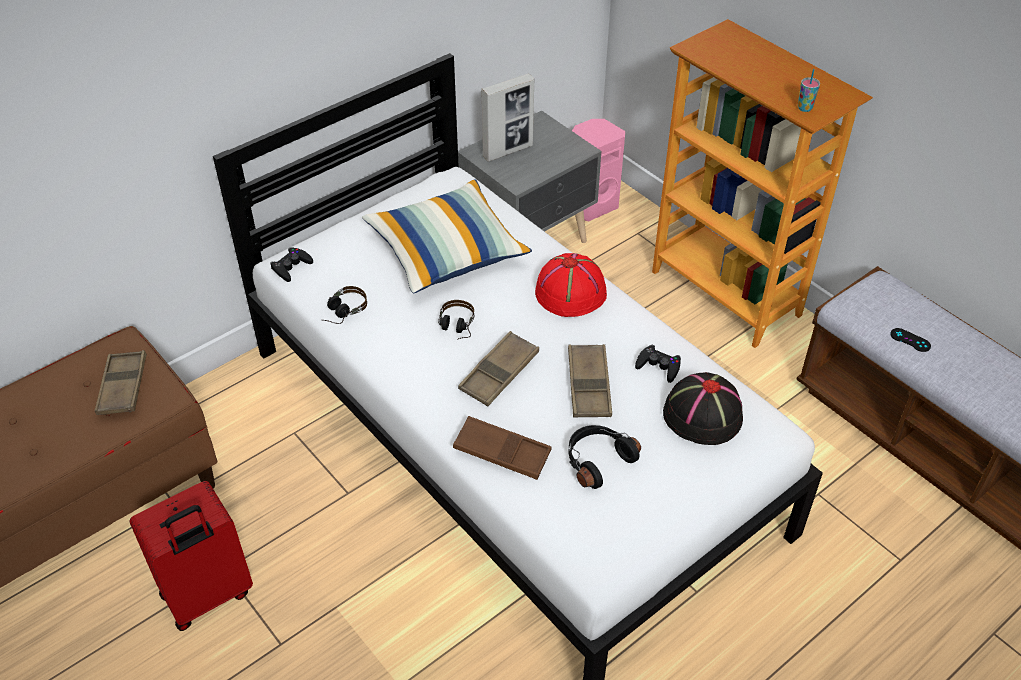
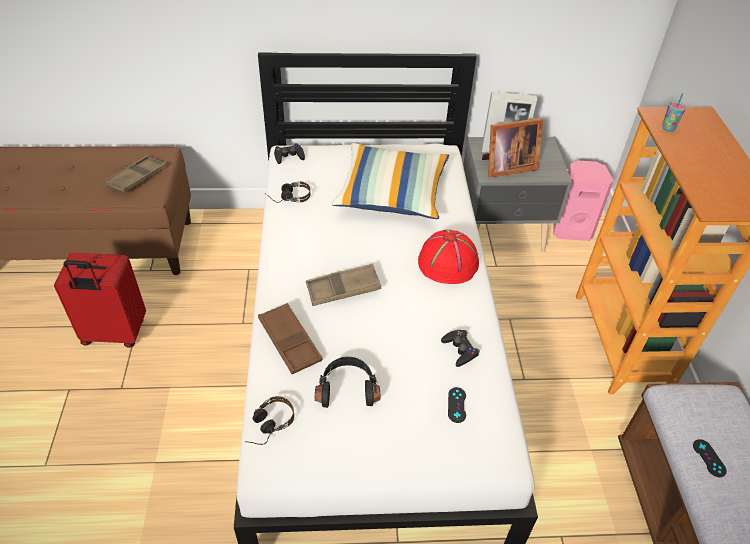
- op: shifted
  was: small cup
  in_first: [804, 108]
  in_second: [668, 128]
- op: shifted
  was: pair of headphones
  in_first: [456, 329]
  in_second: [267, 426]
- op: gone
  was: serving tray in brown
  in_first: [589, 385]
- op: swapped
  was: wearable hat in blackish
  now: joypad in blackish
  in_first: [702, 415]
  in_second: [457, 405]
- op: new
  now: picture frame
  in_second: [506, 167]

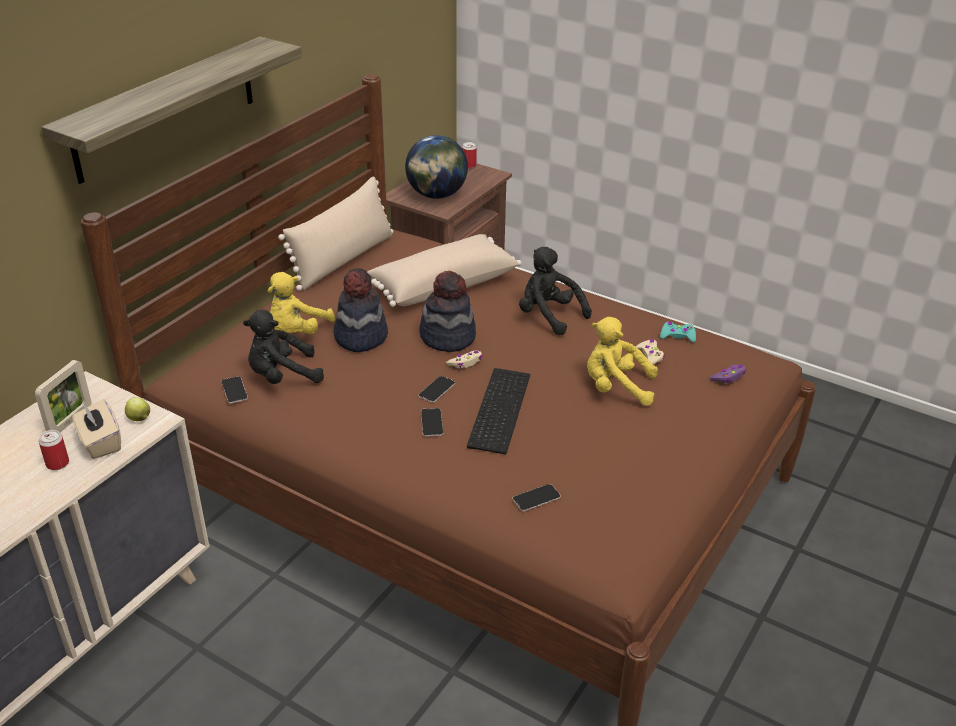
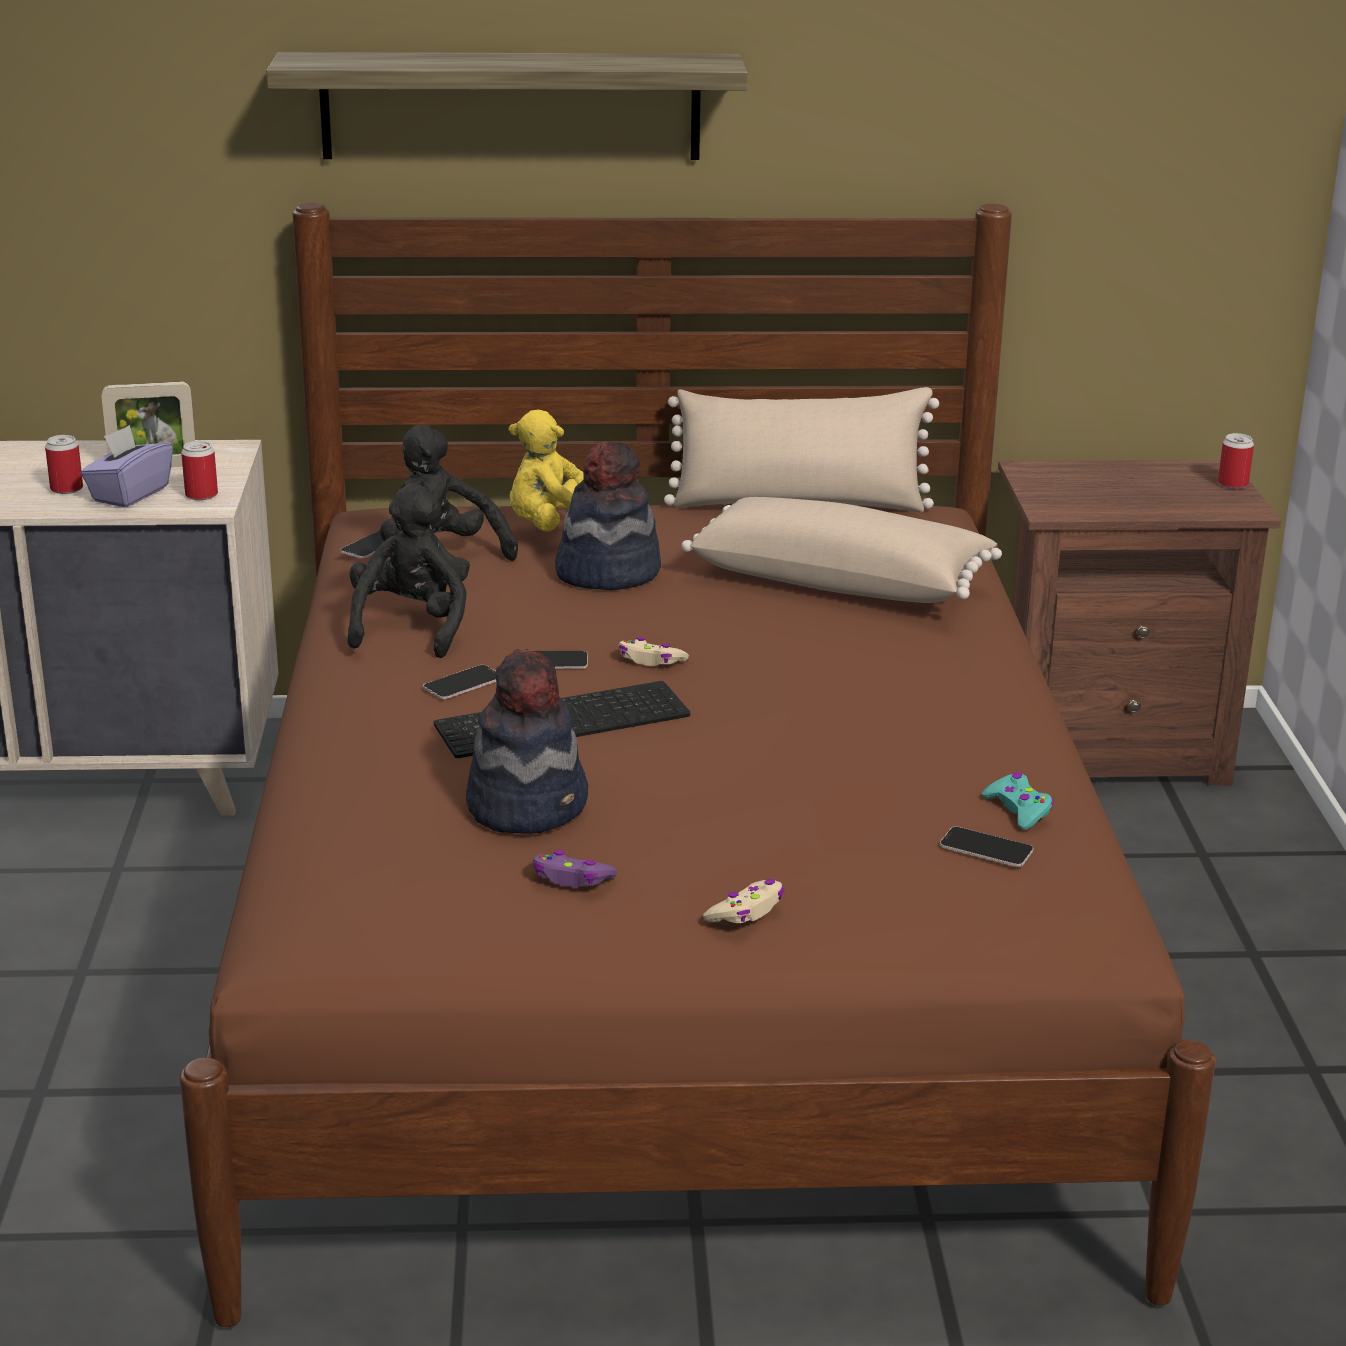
- op: gone
  was: globe
  in_first: [436, 195]
- op: shifted
  was: plush toy in blackish
  in_first: [549, 316]
  in_second: [410, 628]
- op: shifted
  was: wearable hat
  in_first: [447, 337]
  in_second: [528, 805]
- op: gone
  was: plush toy in yellow
  in_first: [616, 388]
- op: shifted
  was: joypad in beige-coloured
  in_first: [650, 356]
  in_second: [746, 911]
- op: shifted
  was: joypad in purple
  in_first: [728, 377]
  in_second: [572, 878]
- op: swapped
  was: apple fruit
  now: can
  in_first: [138, 418]
  in_second: [201, 495]
- op: repainted
  was: tissue holder in beige-coloured
  now: tissue holder in purple
  in_first: [100, 443]
  in_second: [130, 494]
- op: shifted
  was: phone
  in_first: [536, 498]
  in_second: [986, 848]

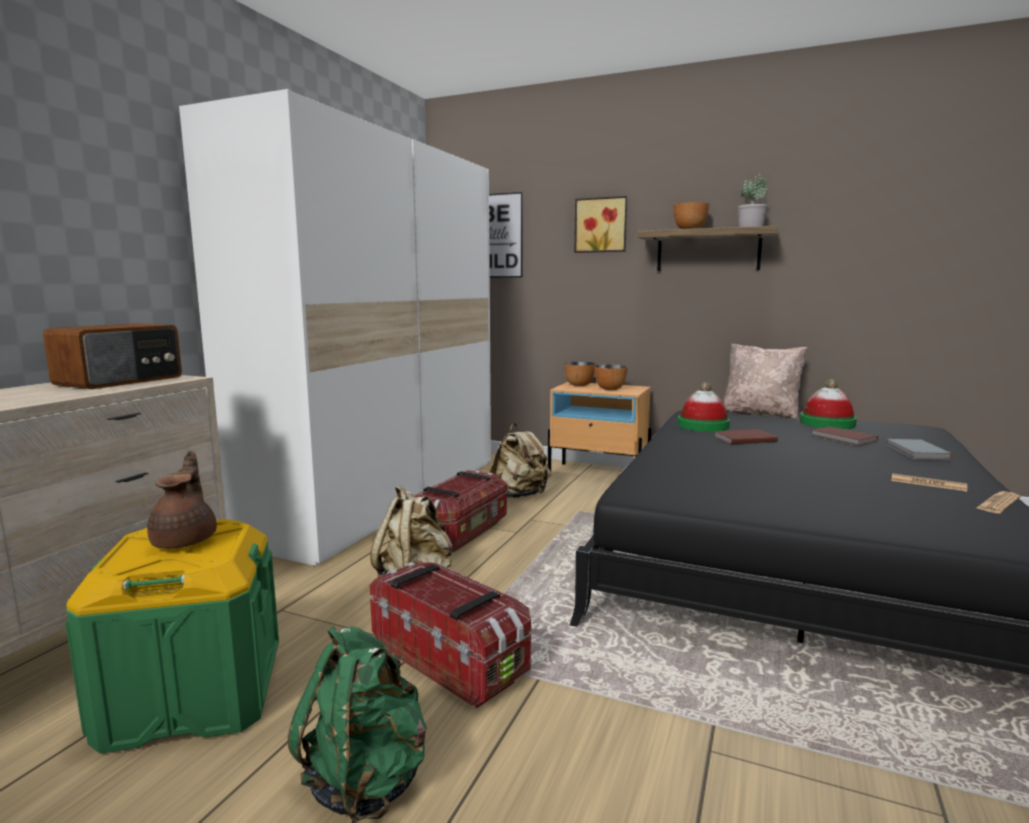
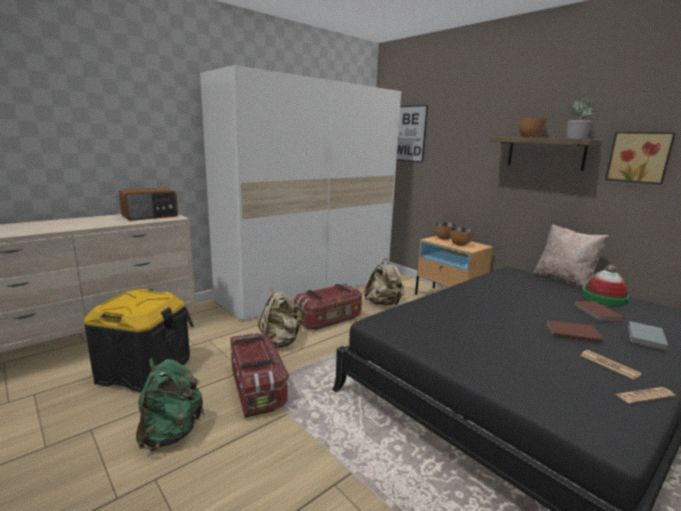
- op: shifted
  was: picture
  in_first: [601, 225]
  in_second: [639, 157]
- op: gone
  was: wearable hat
  in_first: [703, 426]
- op: shifted
  was: book in brown
  in_first: [743, 439]
  in_second: [571, 332]
- op: gone
  was: teapot in brown
  in_first: [186, 540]
- op: repainted
  was: storage box in greenish
  now: storage box in blackish
  in_first: [194, 694]
  in_second: [144, 370]

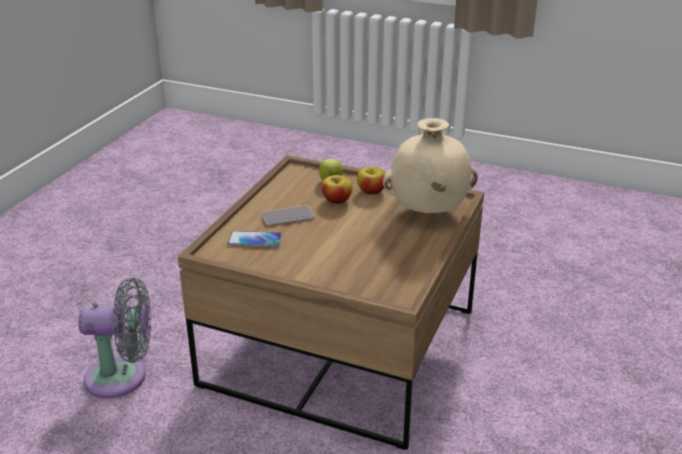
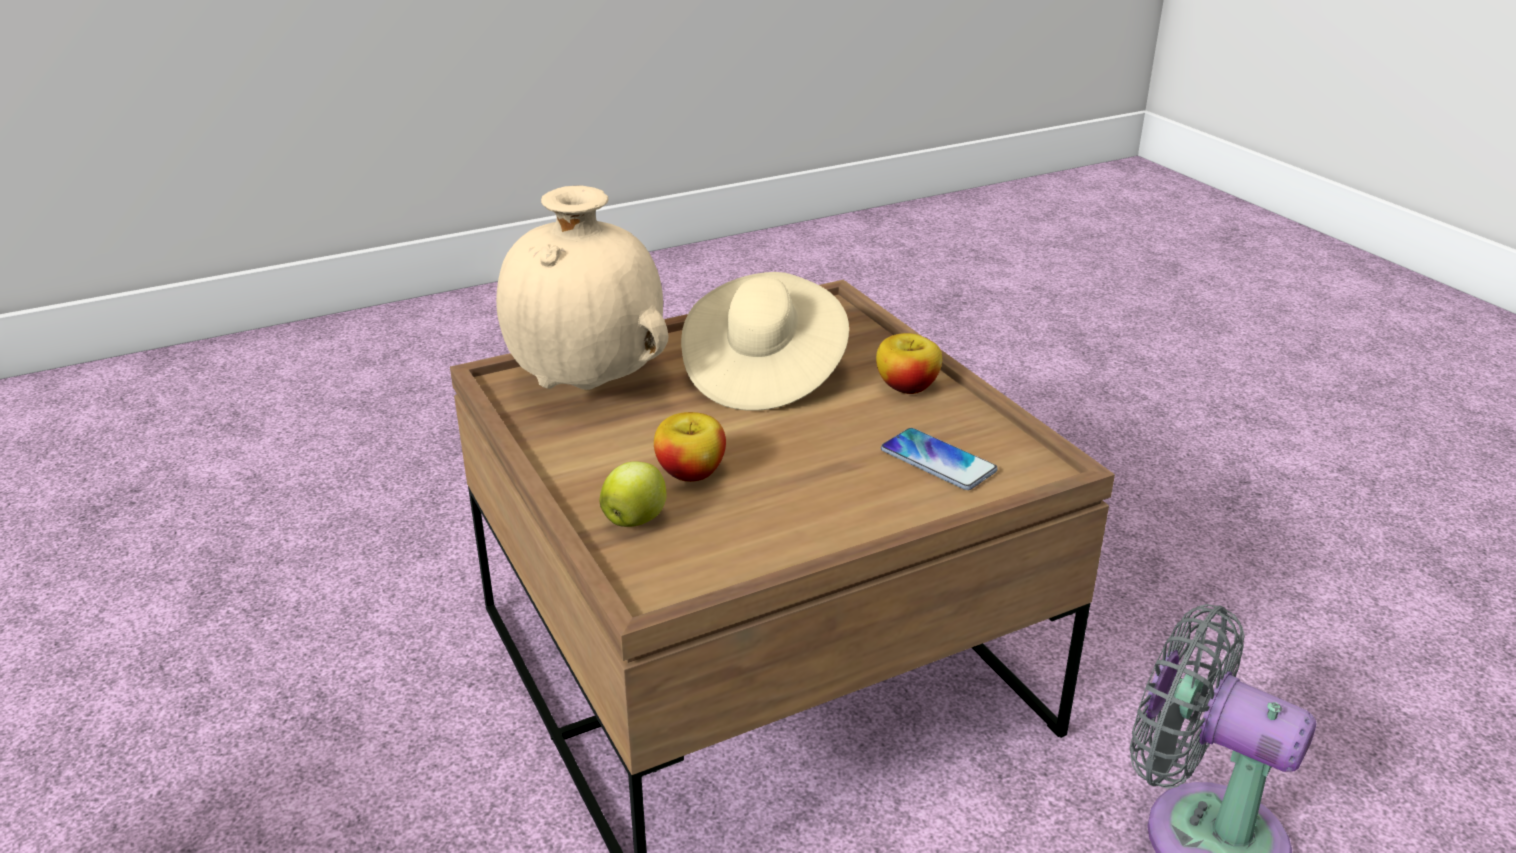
- op: shifted
  was: apple fruit
  in_first: [371, 191]
  in_second: [907, 387]
- op: gone
  was: phone
  in_first: [287, 216]
- op: new
  now: wearable hat in beige-coloured
  in_second: [763, 374]

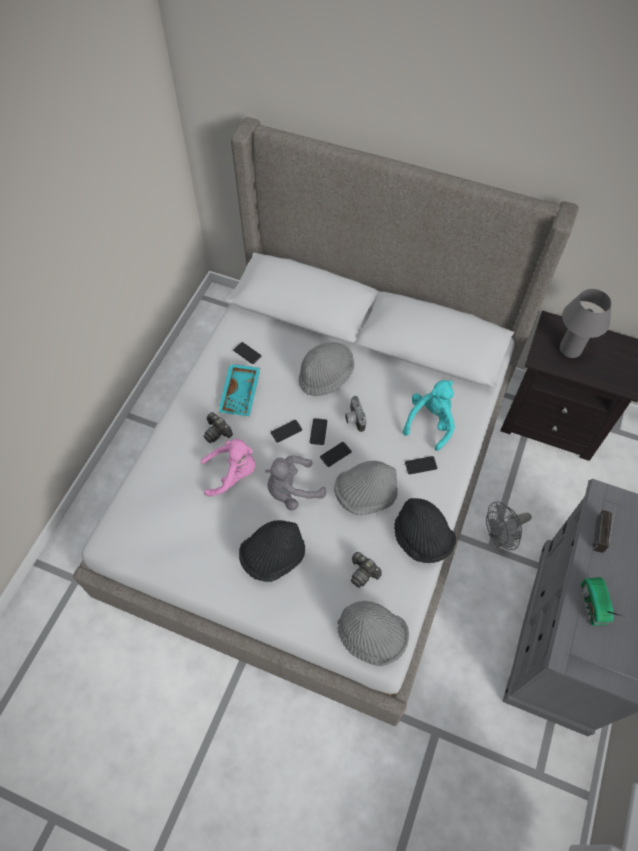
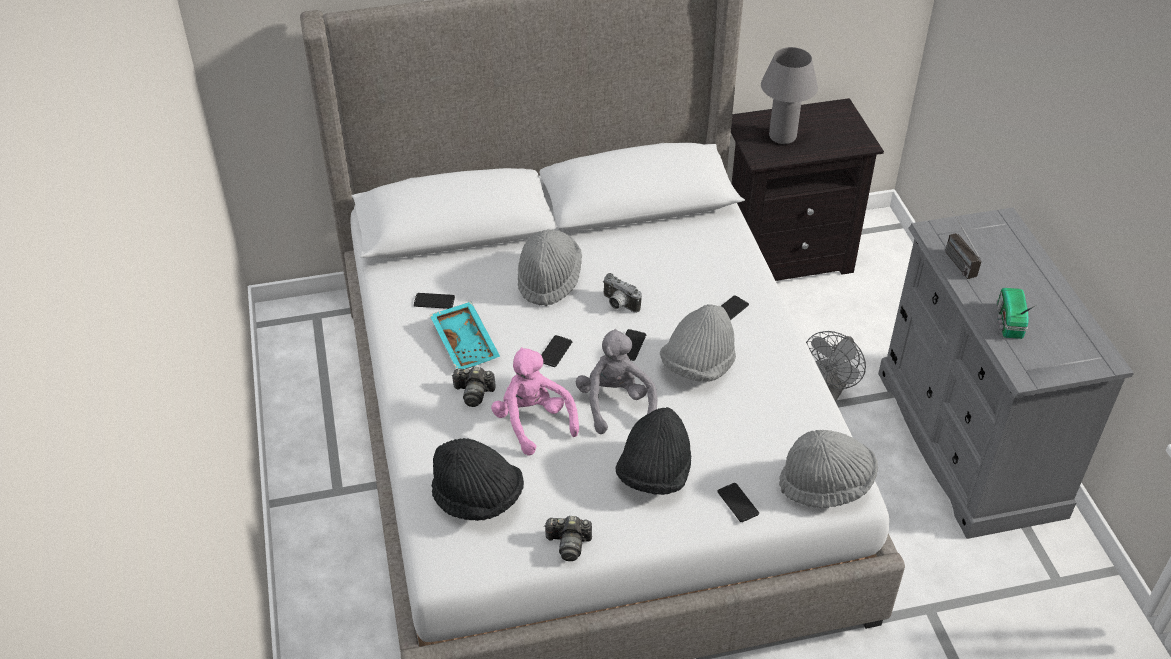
- op: gone
  was: plush toy in turquoise-coloured
  in_first: [430, 422]
- op: shifted
  was: phone
  in_first: [318, 432]
  in_second: [738, 503]
- op: rotated
  was: plush toy in pink
  in_first: [232, 474]
  in_second: [533, 422]
  clockwise: -75
- op: rotated
  was: plush toy in gray
  in_first: [292, 490]
  in_second: [615, 403]
  clockwise: 135
- op: shifted
  was: wearable hat in blackish
  in_first: [422, 538]
  in_second: [478, 498]
- op: shifted
  was: still camera
  in_first: [363, 573]
  in_second: [569, 544]
- op: rotated
  was: radio
  in_first: [592, 605]
  in_second: [1008, 322]
  clockwise: 45

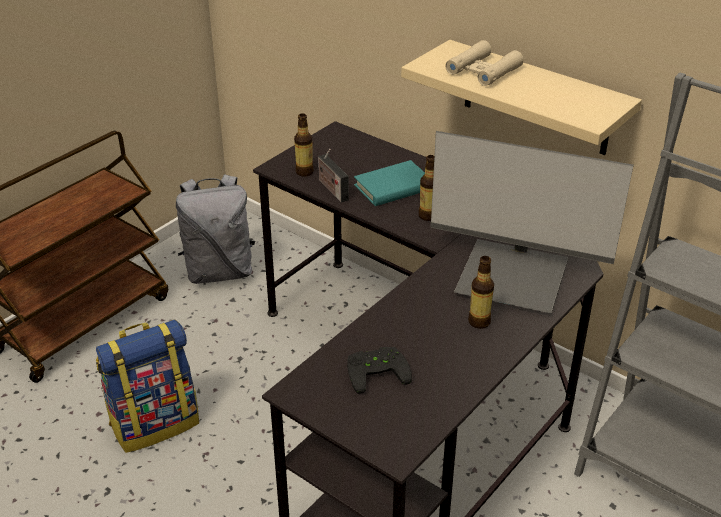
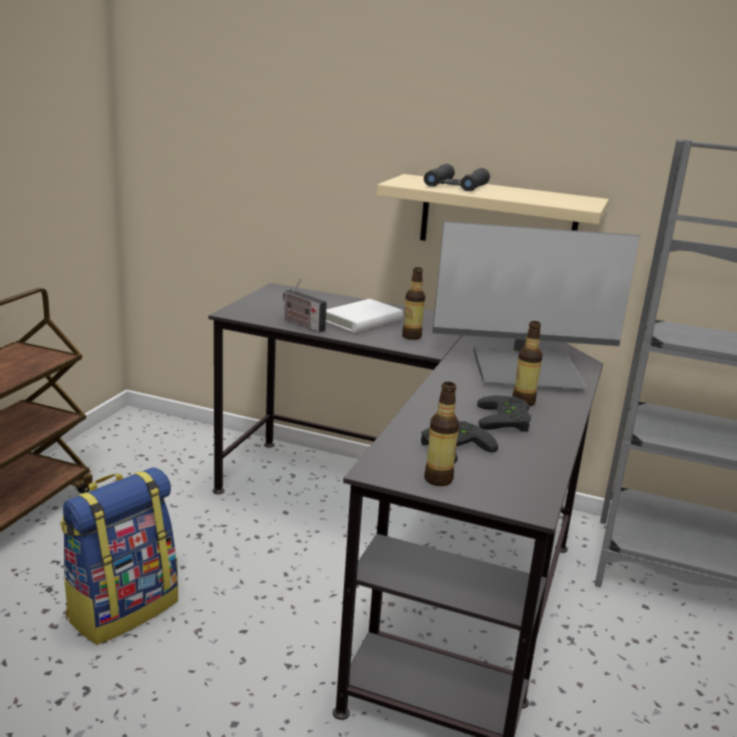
- op: repainted
  was: binoculars in beige-coloured
  now: binoculars in blackish
  in_first: [483, 71]
  in_second: [455, 186]
- op: shifted
  was: beverage bottle
  in_first: [304, 172]
  in_second: [438, 479]
- op: repainted
  was: book in turquoise-coloured
  now: book in white-coloured
  in_first: [393, 187]
  in_second: [363, 320]
- op: gone
  was: knapsack in gray
  in_first: [219, 271]
- op: new
  now: joypad in blackish
  in_second: [507, 420]

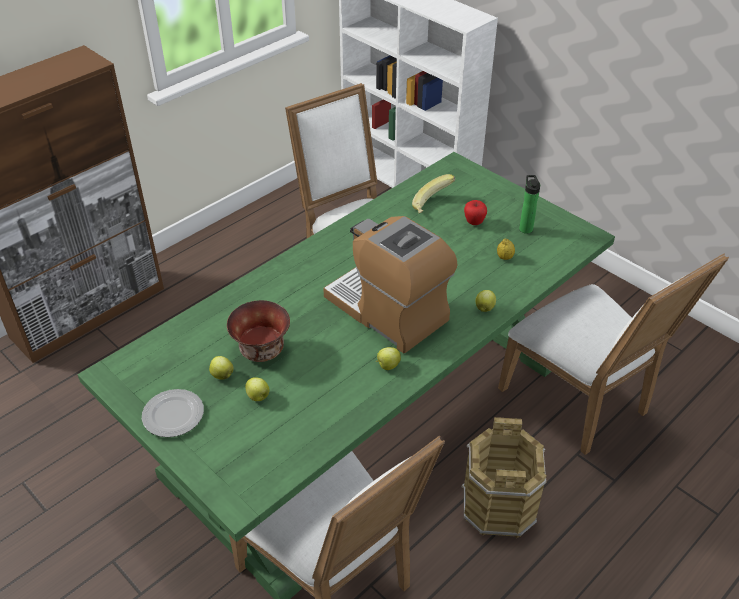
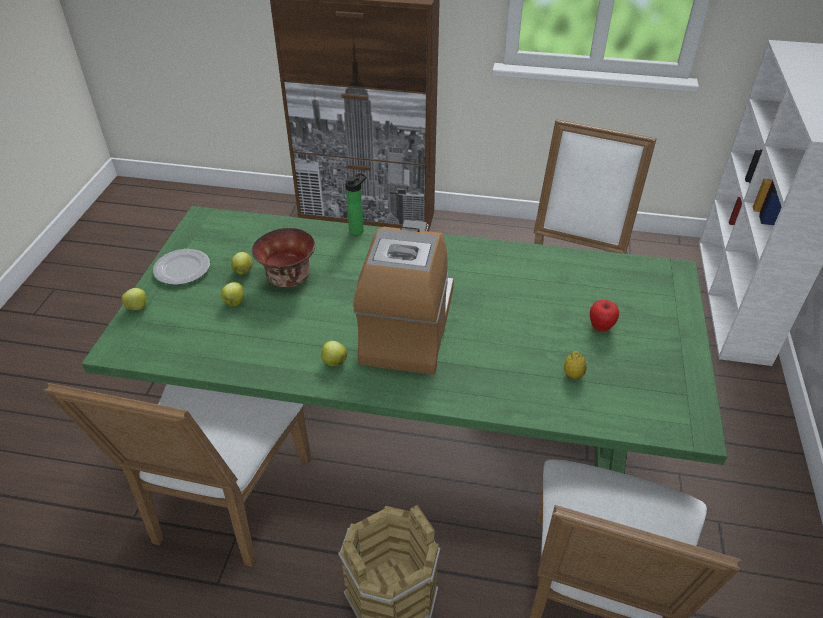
- op: gone
  was: banana
  in_first: [432, 206]
- op: shifted
  was: beverage bottle
  in_first: [525, 228]
  in_second: [358, 230]
- op: shifted
  was: apple fruit
  in_first: [484, 308]
  in_second: [138, 307]

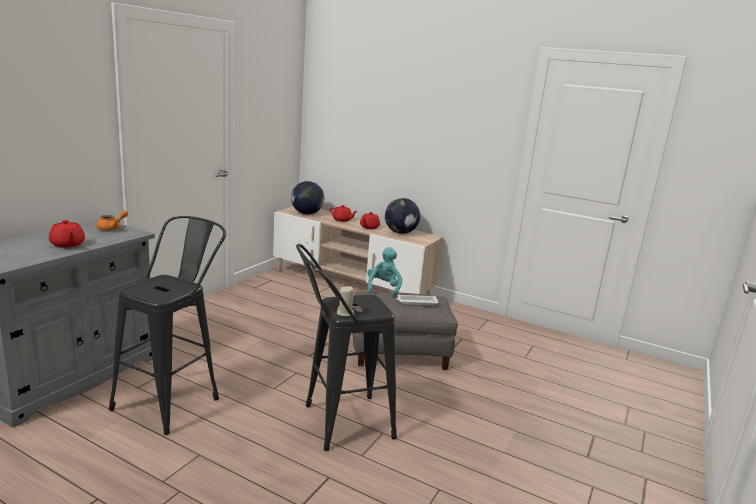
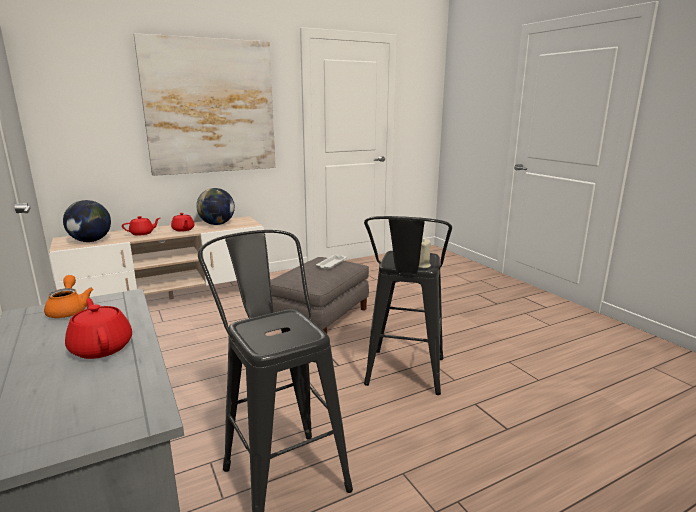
- op: rotated
  was: teapot in reddish
  in_first: [67, 244]
  in_second: [102, 347]
  clockwise: -120
- op: gone
  was: plush toy in turquoise-coloured
  in_first: [383, 289]
- op: new
  now: picture
  in_second: [211, 107]

